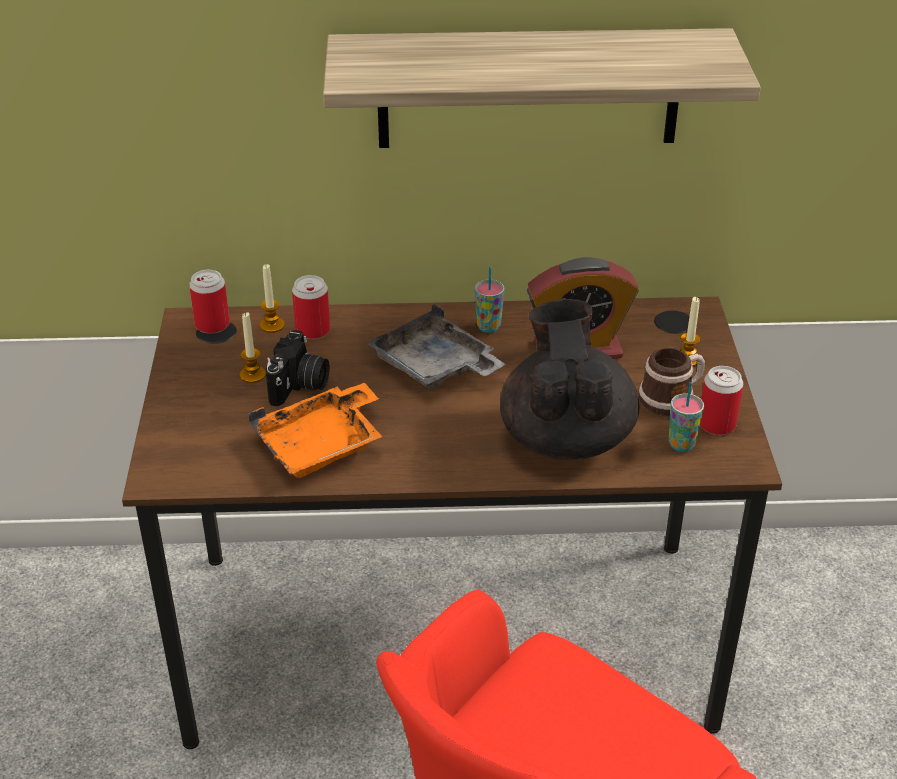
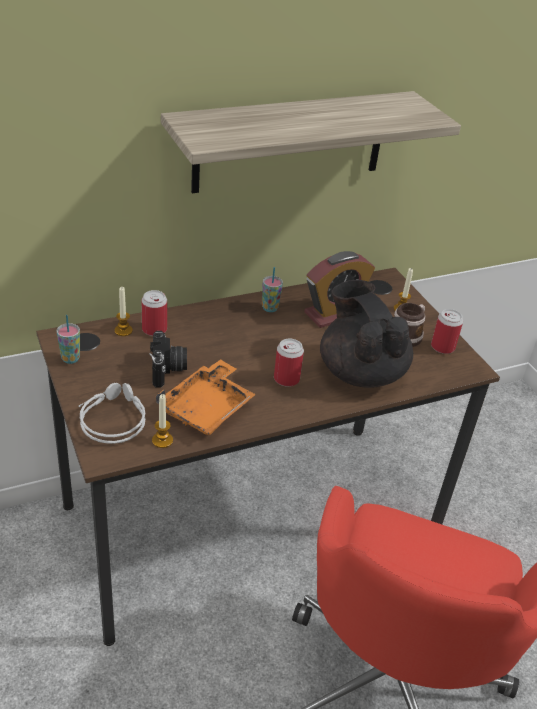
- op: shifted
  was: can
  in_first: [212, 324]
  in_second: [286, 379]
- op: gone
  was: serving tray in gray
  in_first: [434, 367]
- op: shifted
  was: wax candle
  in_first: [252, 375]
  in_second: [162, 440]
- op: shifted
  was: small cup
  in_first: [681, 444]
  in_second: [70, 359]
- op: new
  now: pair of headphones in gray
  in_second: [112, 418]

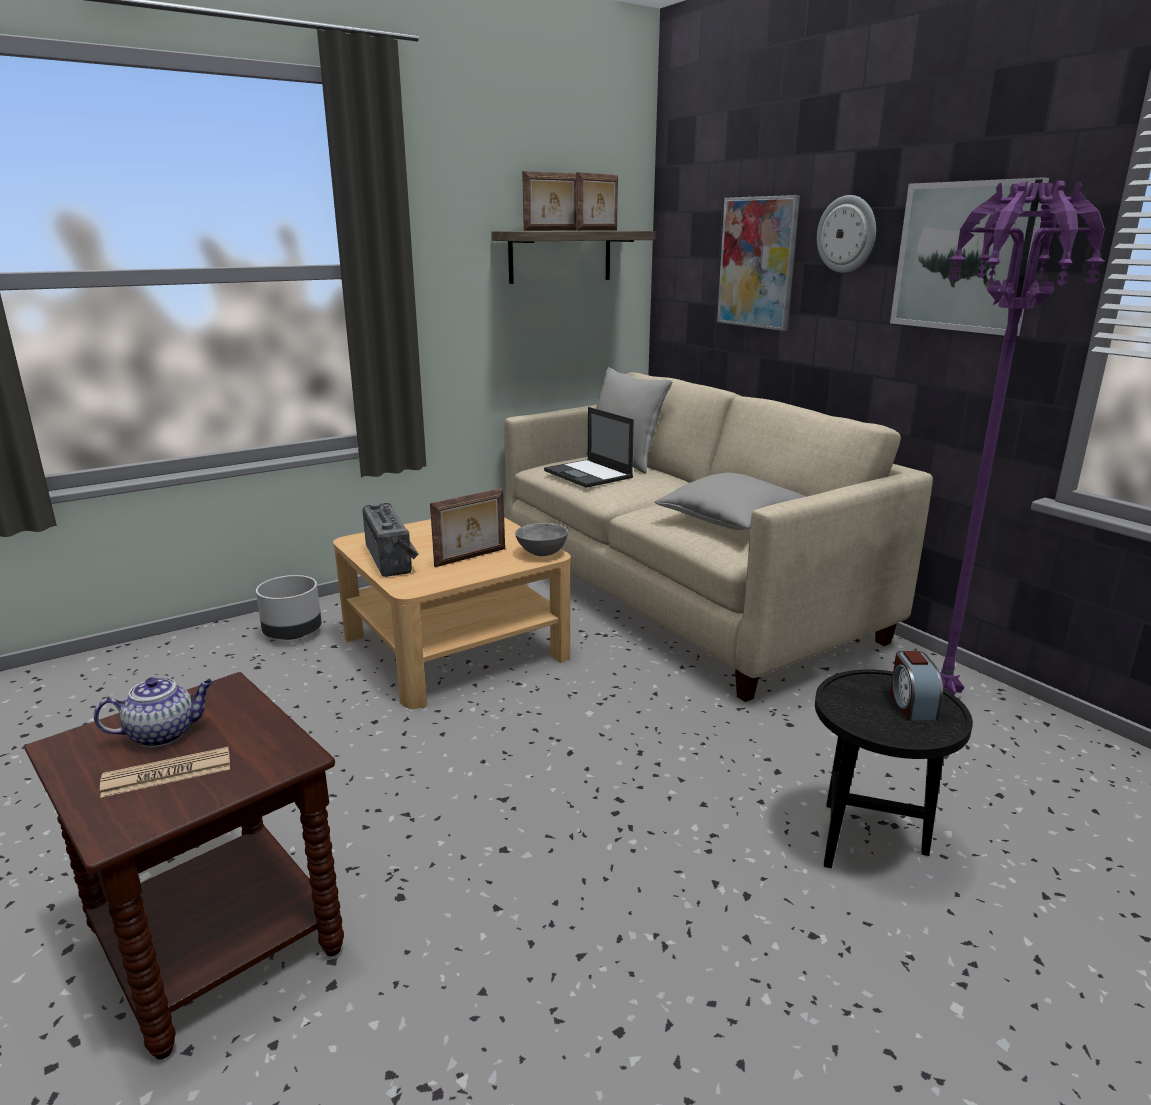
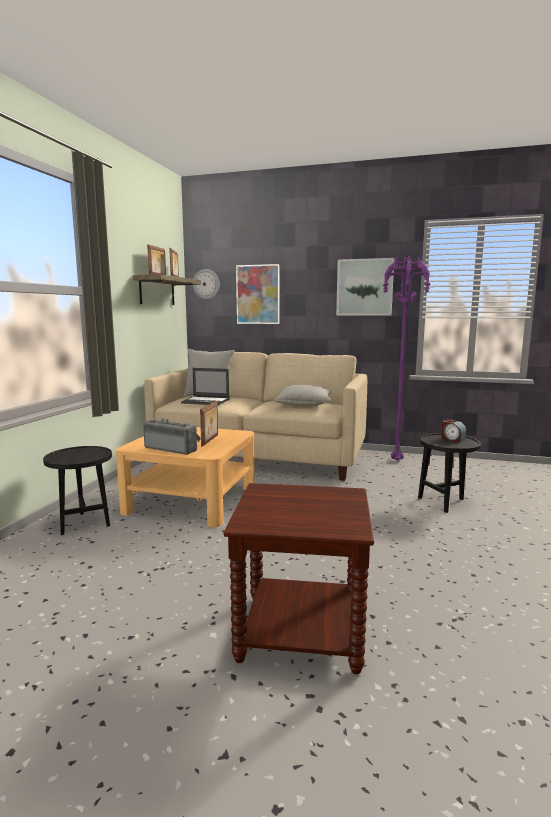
- op: shifted
  was: clock on the wall
  in_first: [847, 234]
  in_second: [206, 284]
- op: gone
  was: deep dish in gray
  in_first: [541, 554]
- op: swapped
  was: plant pot in gray
  now: accent table in blackish
  in_first: [293, 633]
  in_second: [84, 522]
- op: gone
  was: teapot
  in_first: [164, 733]
- op: gone
  was: newspaper
  in_first: [167, 773]

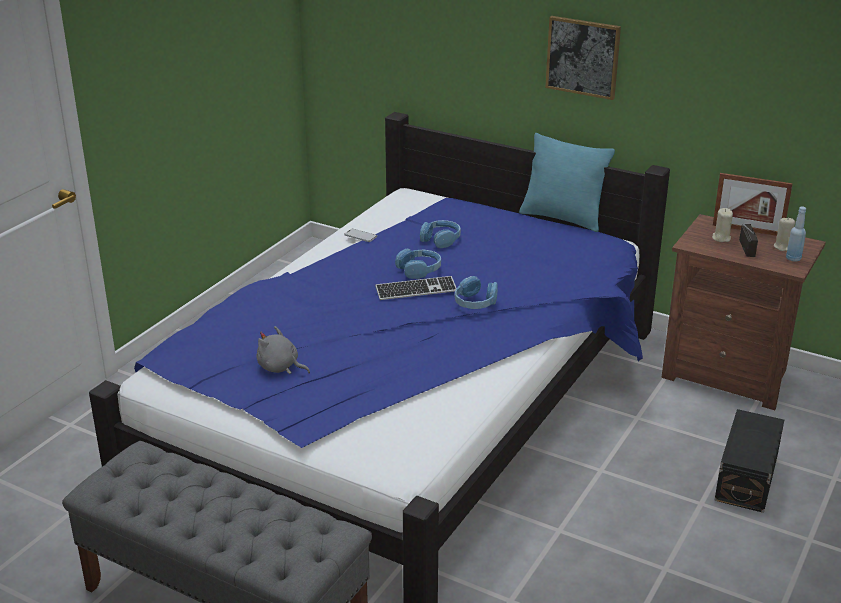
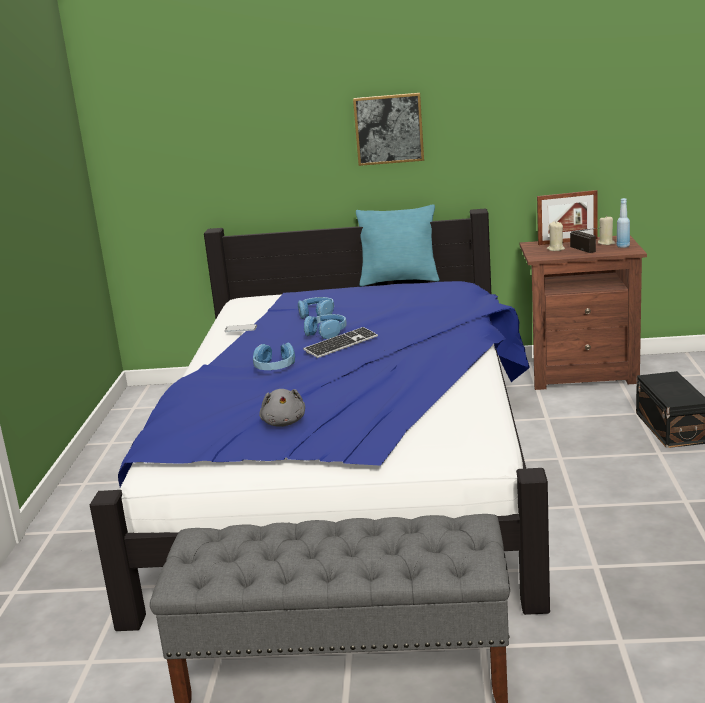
- op: shifted
  was: pair of headphones in blue-coloured
  in_first: [475, 303]
  in_second: [274, 367]
- op: rotated
  was: plush toy in gray
  in_first: [280, 367]
  in_second: [284, 422]
  clockwise: -105

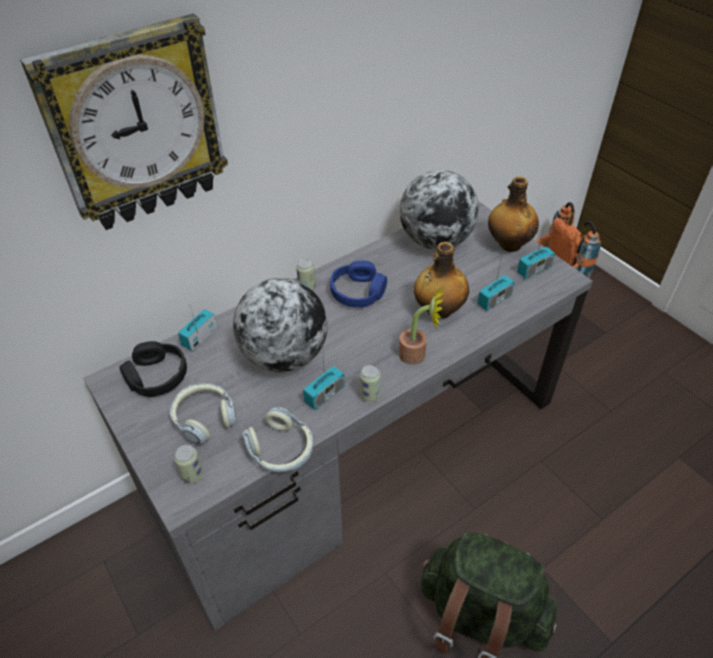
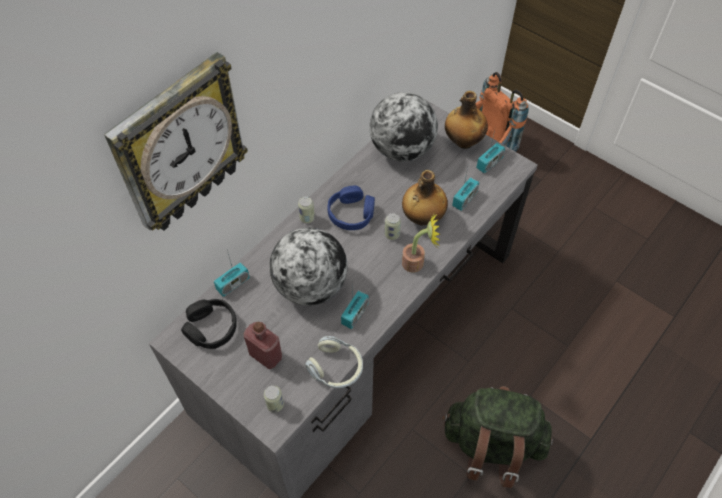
- op: rotated
  was: radio
  in_first: [200, 337]
  in_second: [233, 284]
  clockwise: -150
- op: shifted
  was: can
  in_first: [369, 395]
  in_second: [392, 234]
- op: swapped
  was: pair of headphones
  now: beverage bottle in reddish
  in_first: [204, 418]
  in_second: [266, 355]

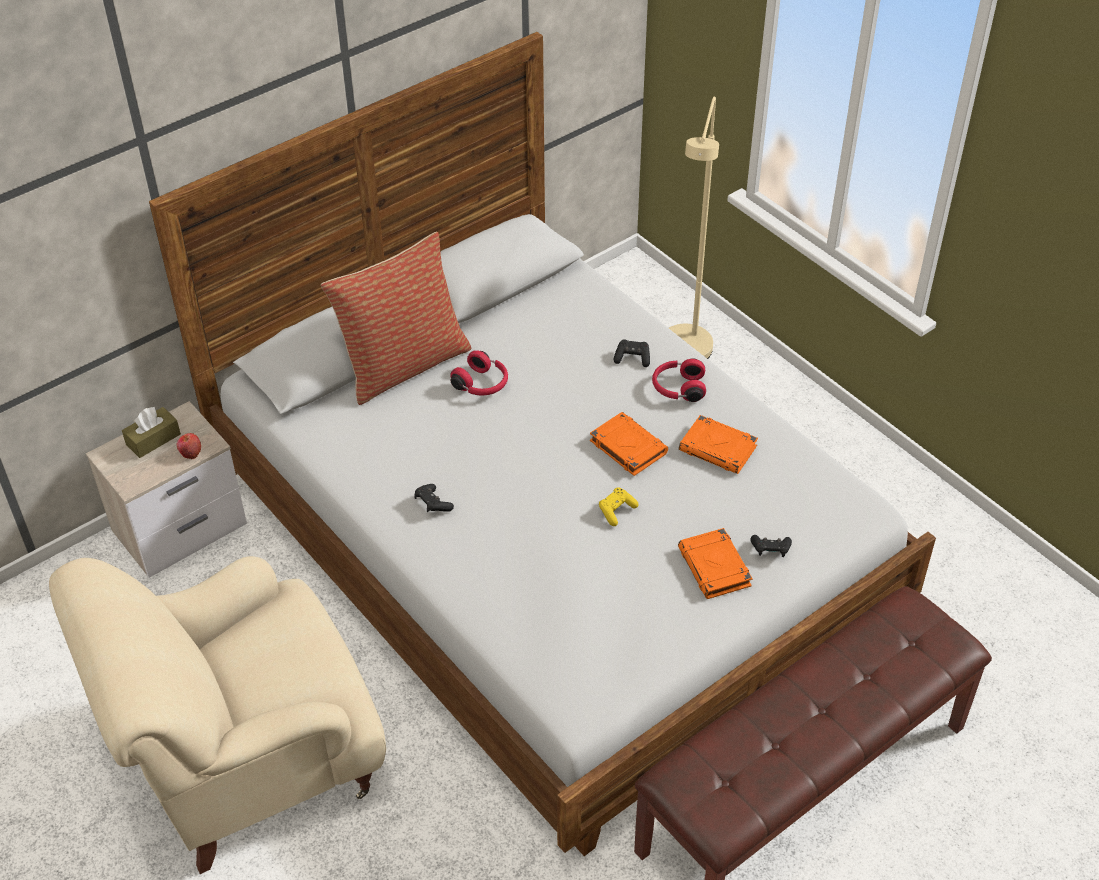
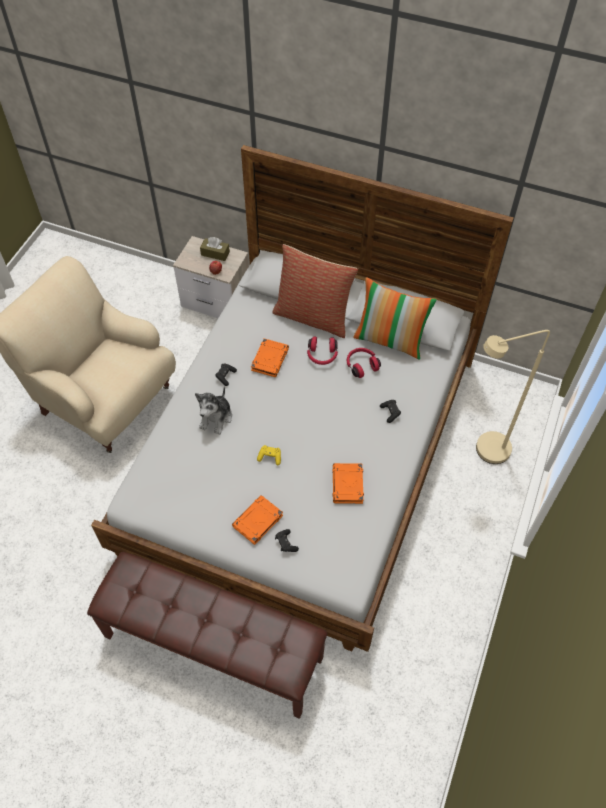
- op: shifted
  was: pair of headphones in reddish
  in_first: [678, 388]
  in_second: [361, 365]
- op: shifted
  was: book in orangey
  in_first: [627, 447]
  in_second: [270, 359]
- op: new
  now: pillow
  in_second: [390, 340]
- op: new
  now: plush toy
  in_second: [216, 418]

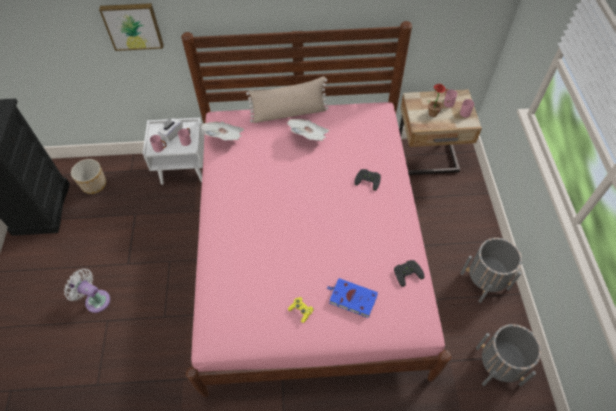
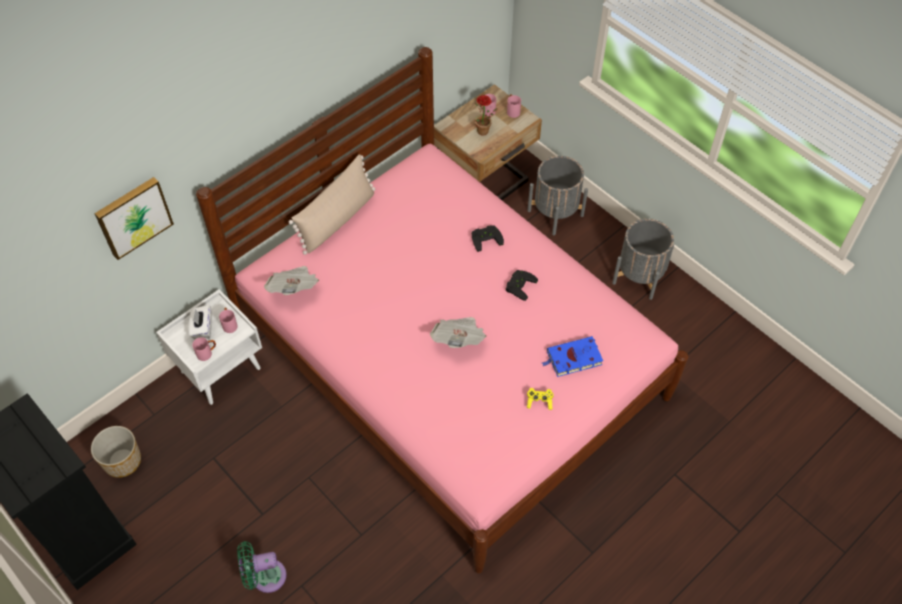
- op: shifted
  was: newspaper
  in_first: [309, 136]
  in_second: [459, 339]
- op: shifted
  was: joypad in blackish
  in_first: [407, 272]
  in_second: [519, 285]
- op: repainted
  was: fan in white-coloured
  now: fan in greenish
  in_first: [95, 300]
  in_second: [265, 576]
- op: shifted
  was: plant pot in gray
  in_first: [498, 366]
  in_second: [555, 213]

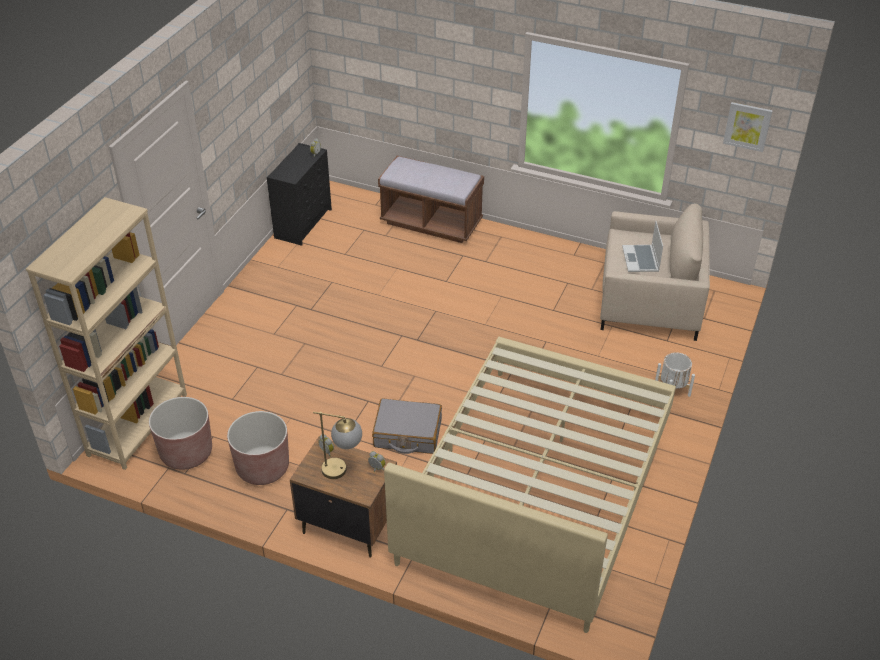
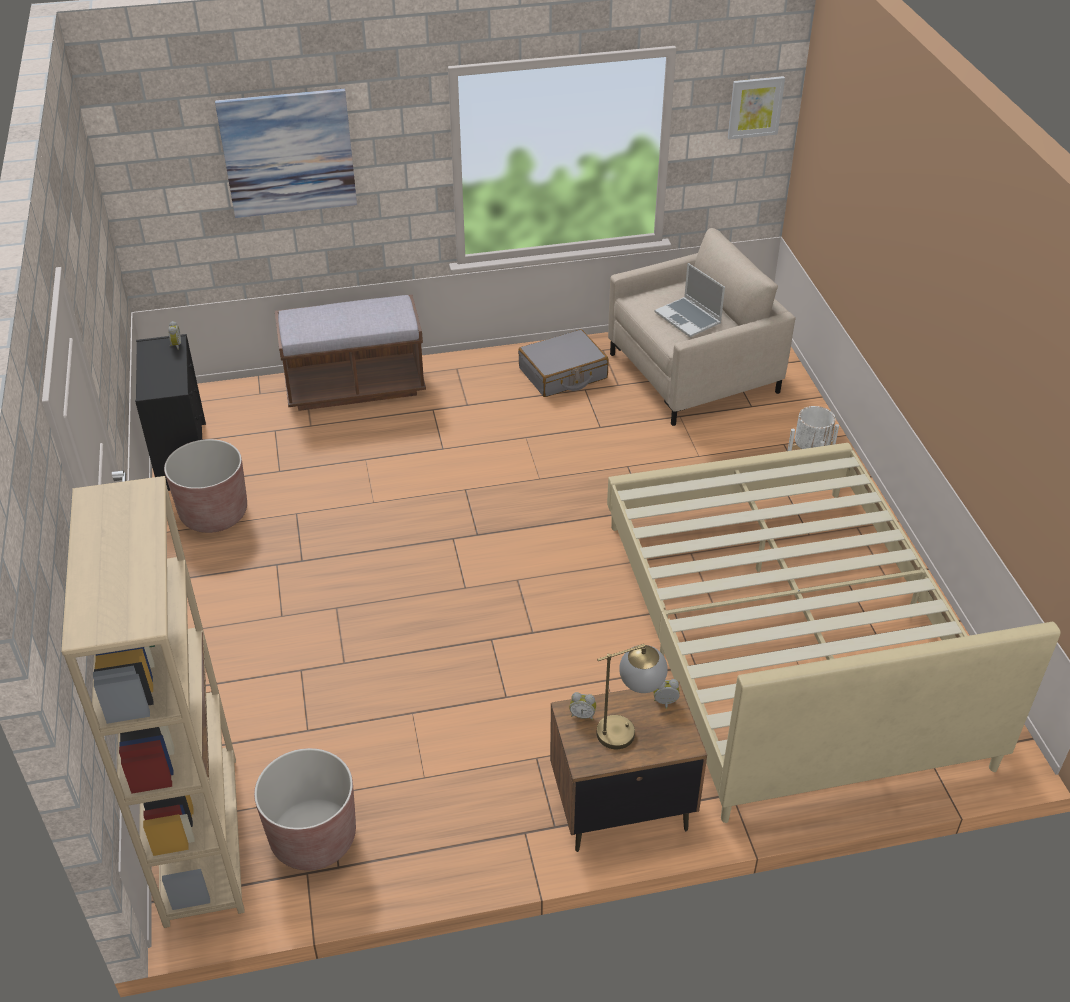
- op: shifted
  was: suitcase in gray
  in_first: [407, 434]
  in_second: [563, 374]
- op: shifted
  was: plant pot in brown
  in_first: [263, 468]
  in_second: [214, 513]
- op: new
  now: picture
  in_second: [288, 153]

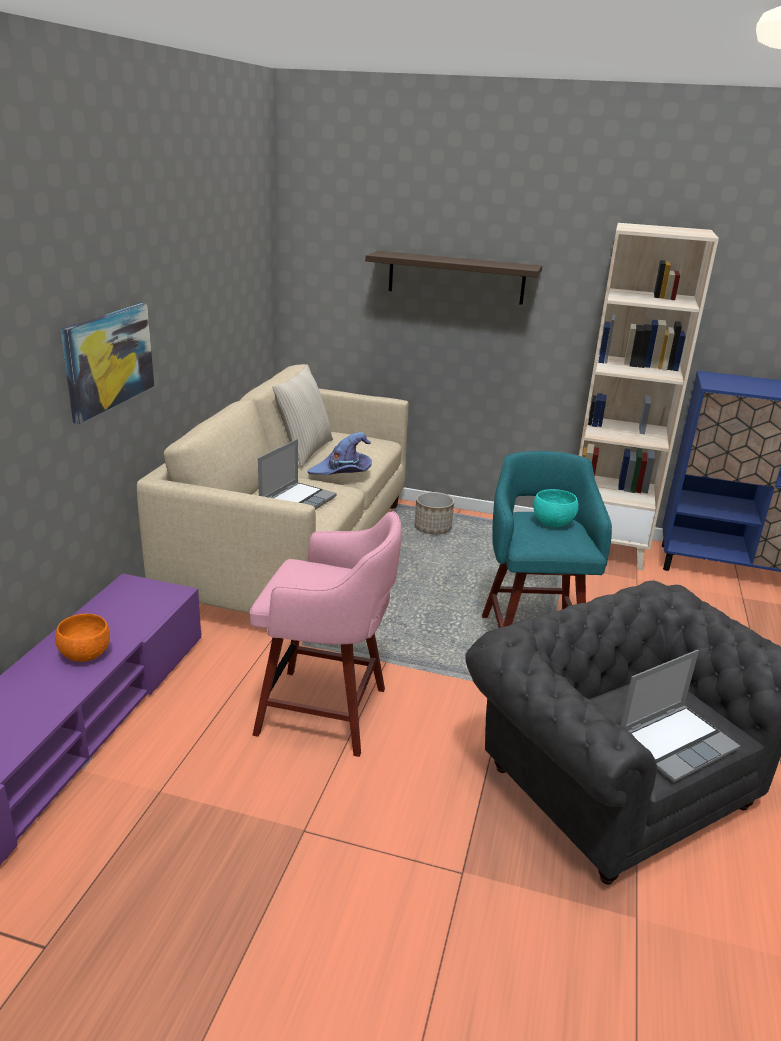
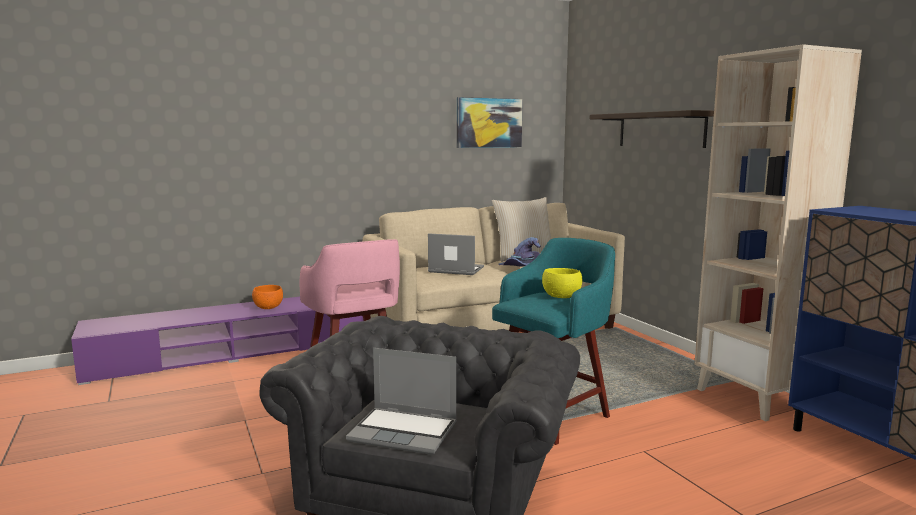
- op: shifted
  was: picture
  in_first: [108, 360]
  in_second: [489, 123]
- op: rotated
  was: portable computer
  in_first: [297, 501]
  in_second: [455, 270]
  clockwise: -150
- op: repainted
  was: deep dish in turquoise-coloured
  now: deep dish in yellow
  in_first: [553, 523]
  in_second: [562, 297]
- op: gone
  was: plant pot
  in_first: [433, 528]

